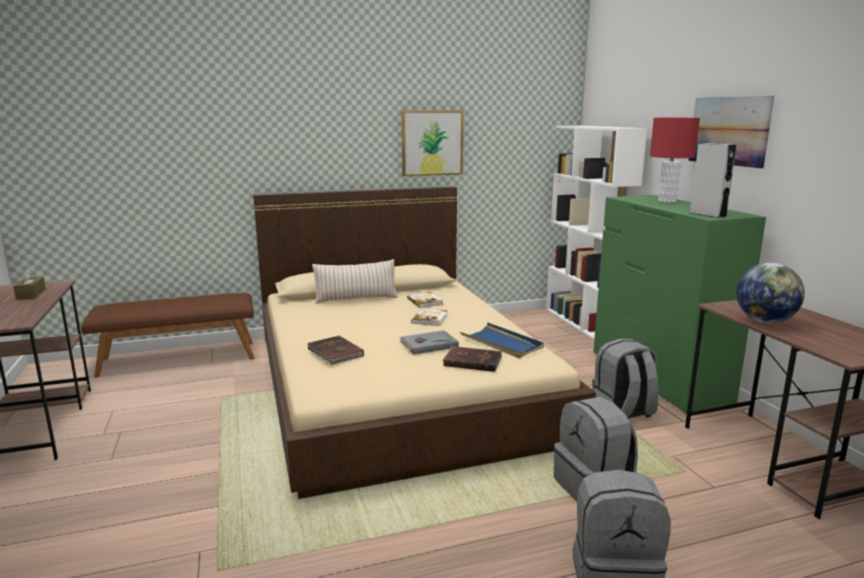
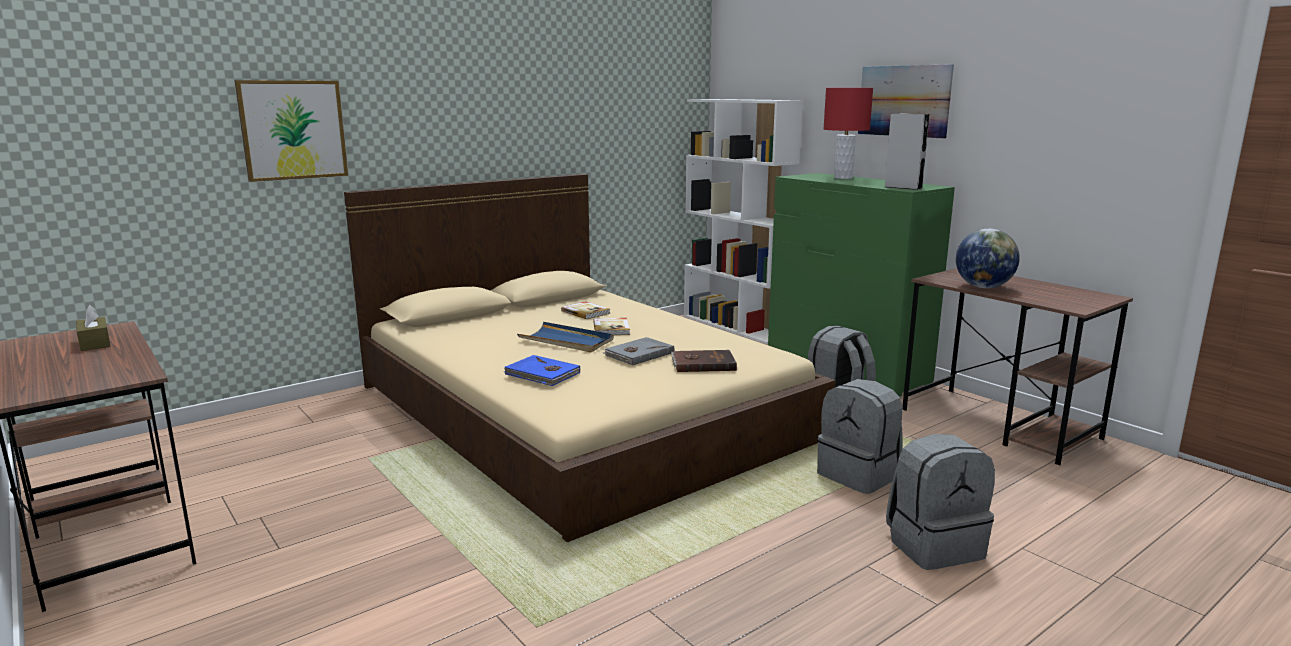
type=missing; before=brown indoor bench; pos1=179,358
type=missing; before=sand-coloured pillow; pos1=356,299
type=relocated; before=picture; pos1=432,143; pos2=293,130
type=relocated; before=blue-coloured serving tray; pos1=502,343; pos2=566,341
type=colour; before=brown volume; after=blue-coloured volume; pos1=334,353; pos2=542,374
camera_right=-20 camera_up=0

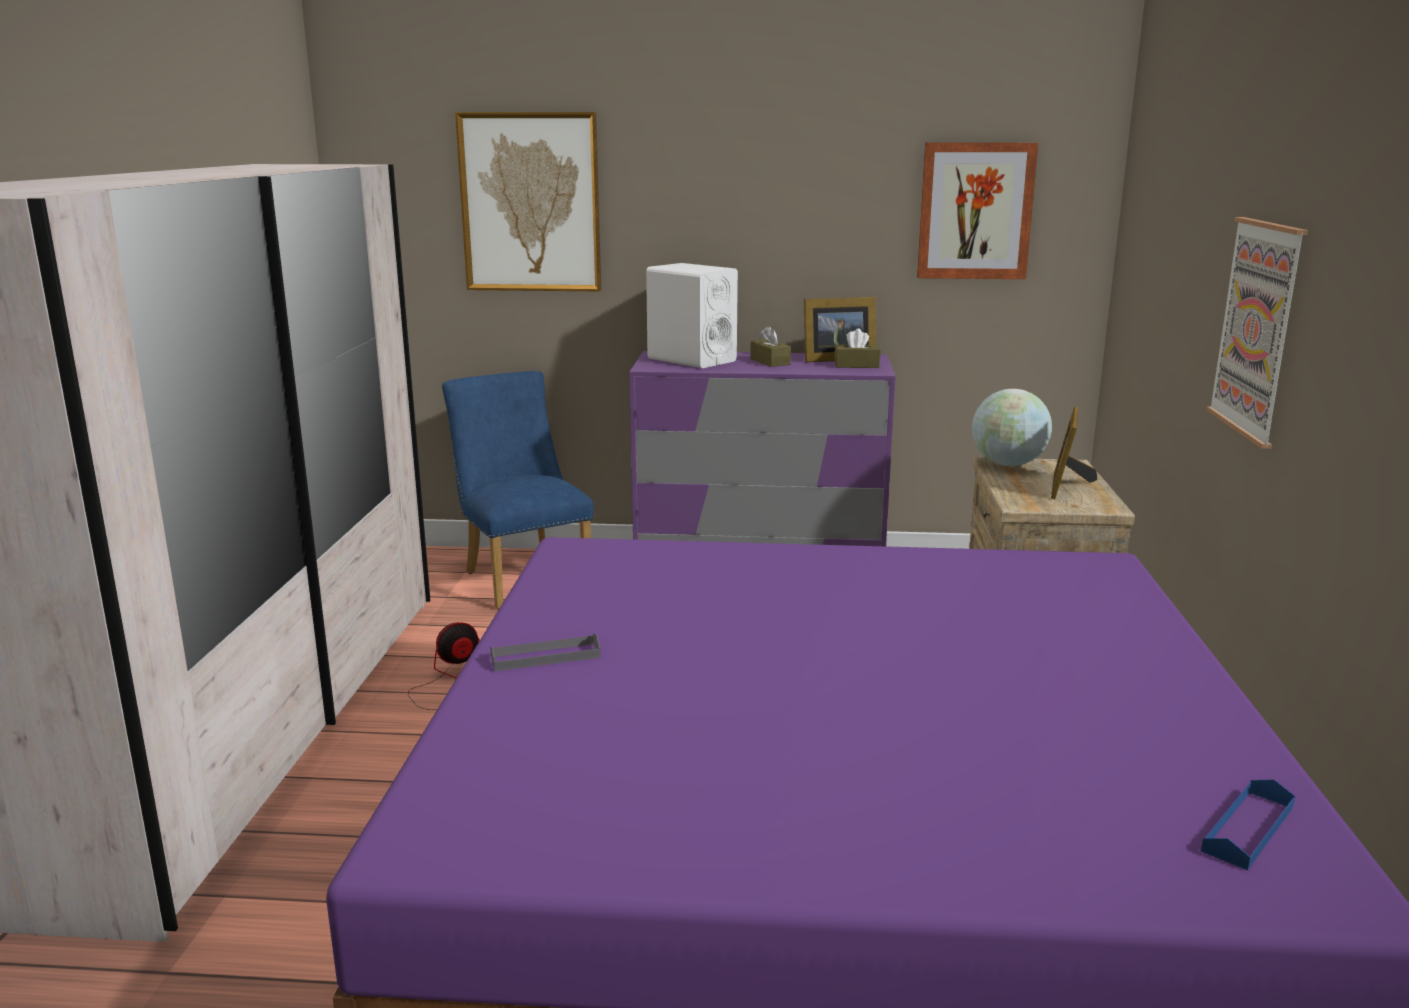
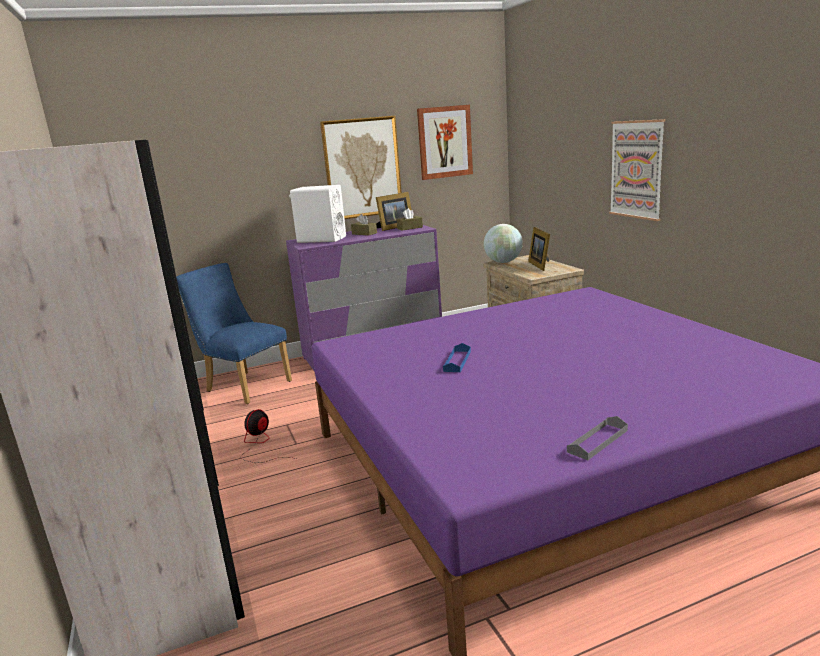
type=relocated; before=picture; pos1=530,203; pos2=362,168
type=relocated; before=grey serving tray; pos1=545,657; pos2=597,441
type=relocated; before=blue-coloured serving tray; pos1=1248,829; pos2=457,361
camera_right=-25 camera_up=0

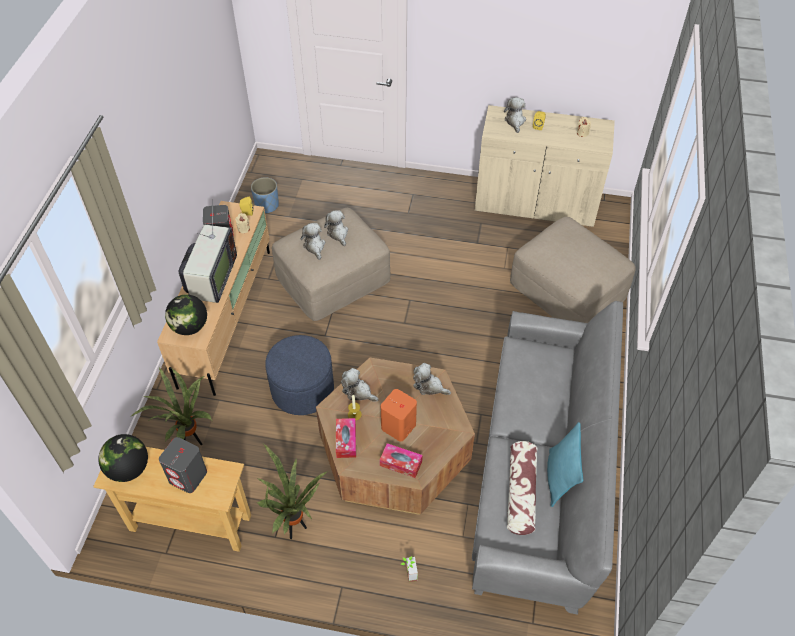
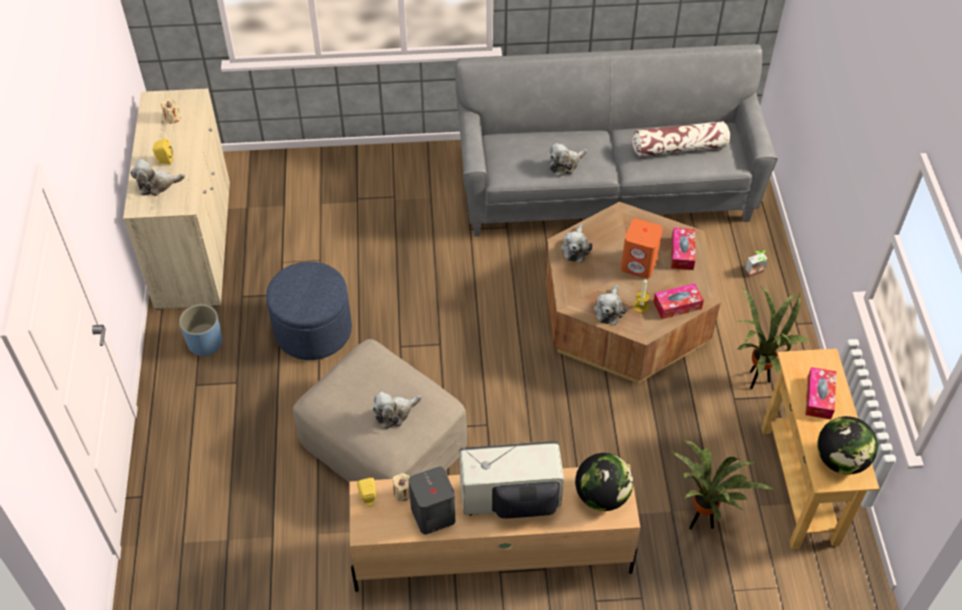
type=missing; before=sand-coloured ottoman; pos1=568,289
type=missing; before=turquoise-coloured pillow; pos1=559,478
type=relocated; before=blue-coloured flower pot; pos1=267,205; pos2=205,342
type=relocated; before=blue-coloured ottoman; pos1=302,389; pos2=313,330
type=relocated; before=plush toy; pos1=338,233; pos2=565,164
type=exchanged; before=grey speaker; after=box of tissues; pos1=188,476; pos2=819,397
camera_right=-105 camera_up=0

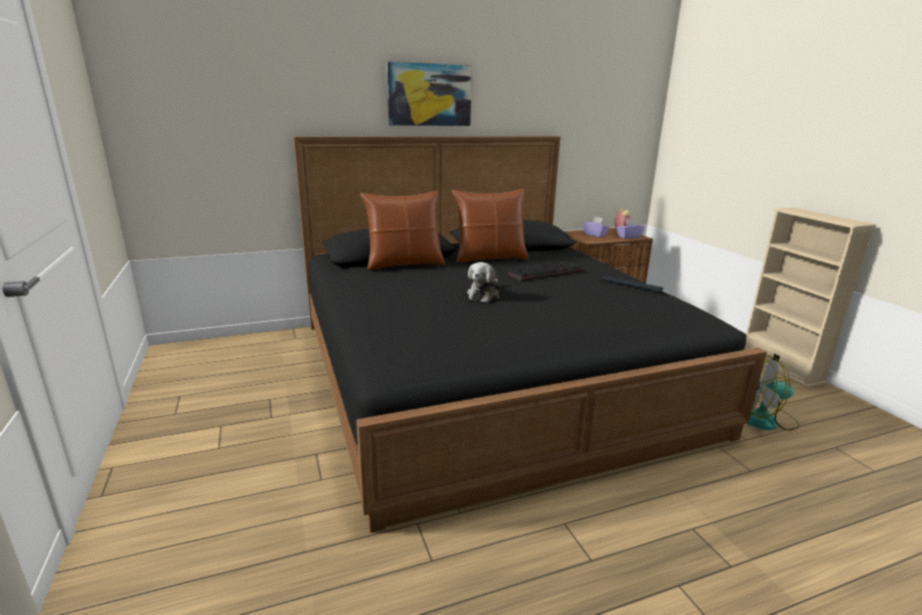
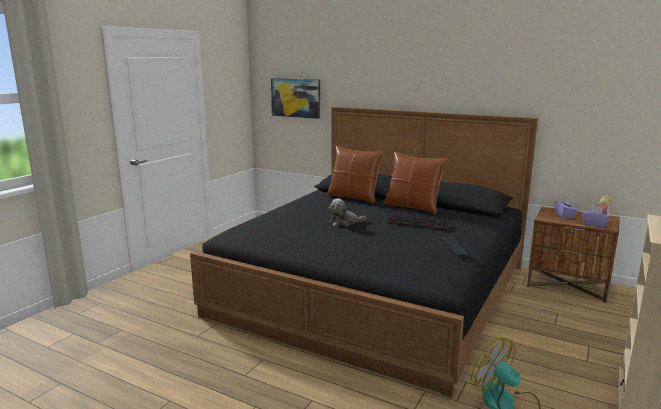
type=relocated; before=picture; pos1=429,95; pos2=296,98
camera_right=50 camera_up=-5

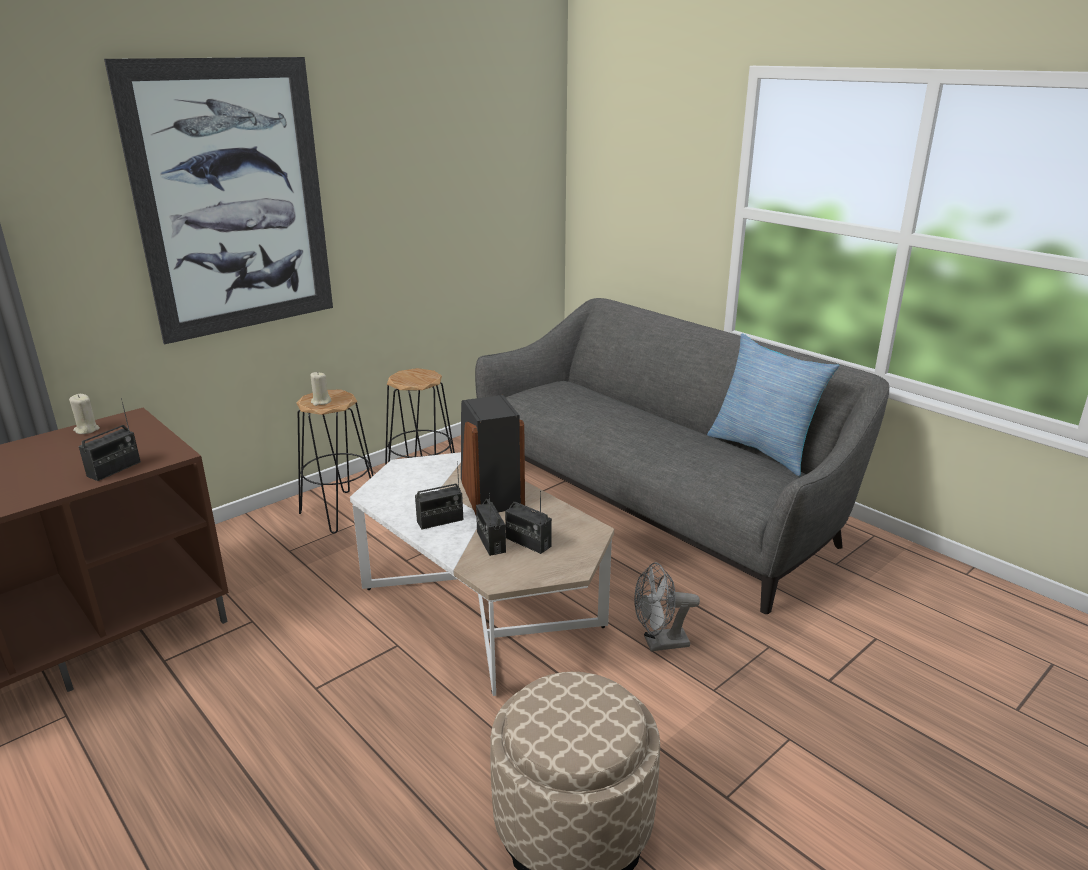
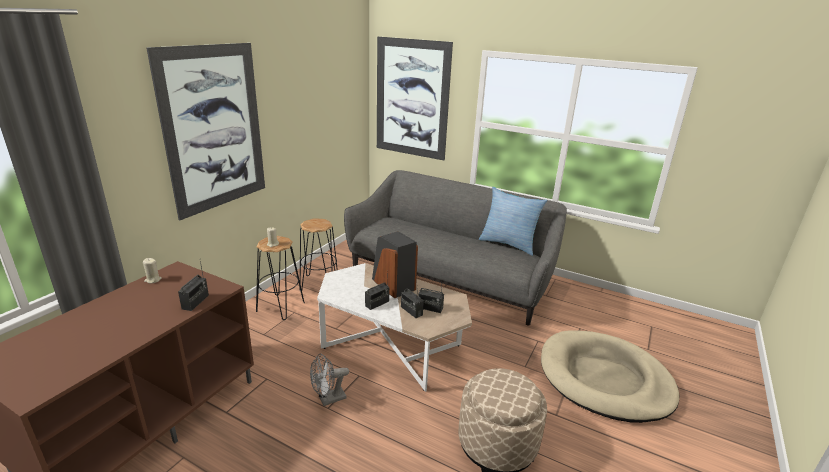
type=appeared; after=picture; pos2=411,99
type=appeared; after=sand-coloured pet bed; pos2=604,379
type=relocated; before=grey electric fan; pos1=659,643; pos2=328,399
camera_right=-20 camera_up=0

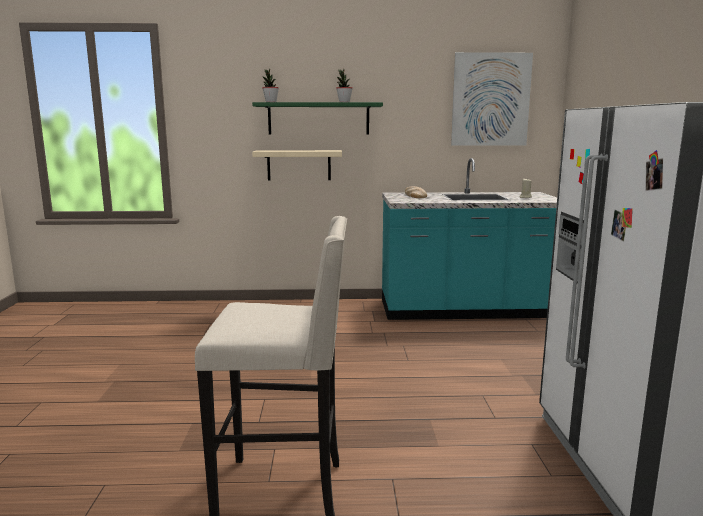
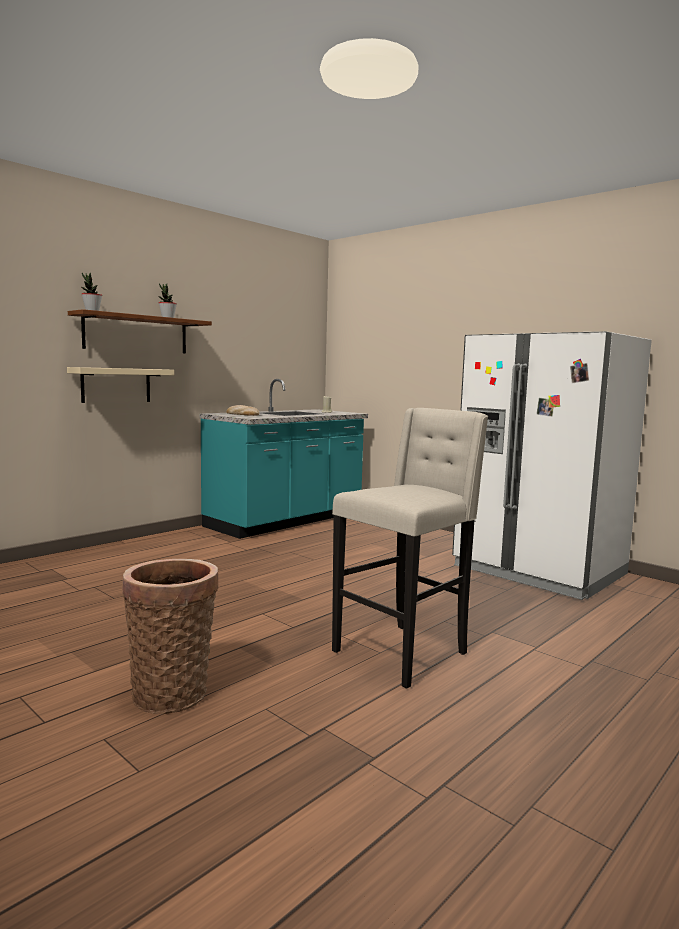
type=missing; before=picture; pos1=490,100
type=appeared; after=storage basket; pos2=172,692
type=colour; before=greenish shelf; after=brown shelf; pos1=318,118; pos2=136,334
camera_right=-45 camera_up=-5

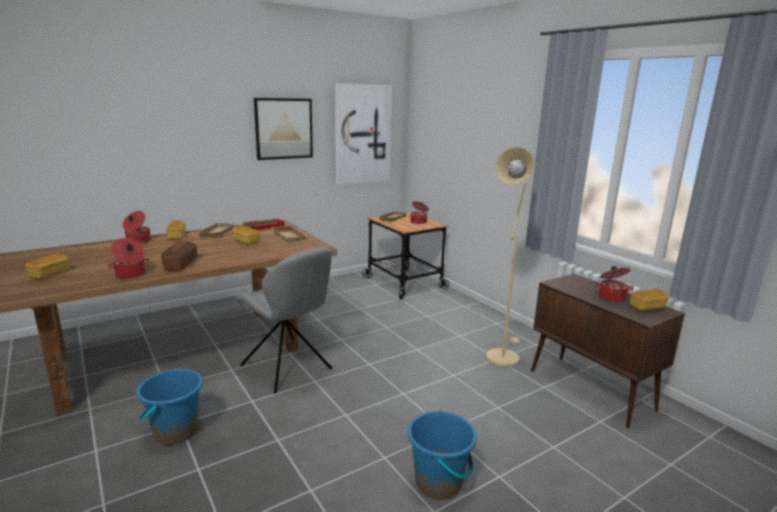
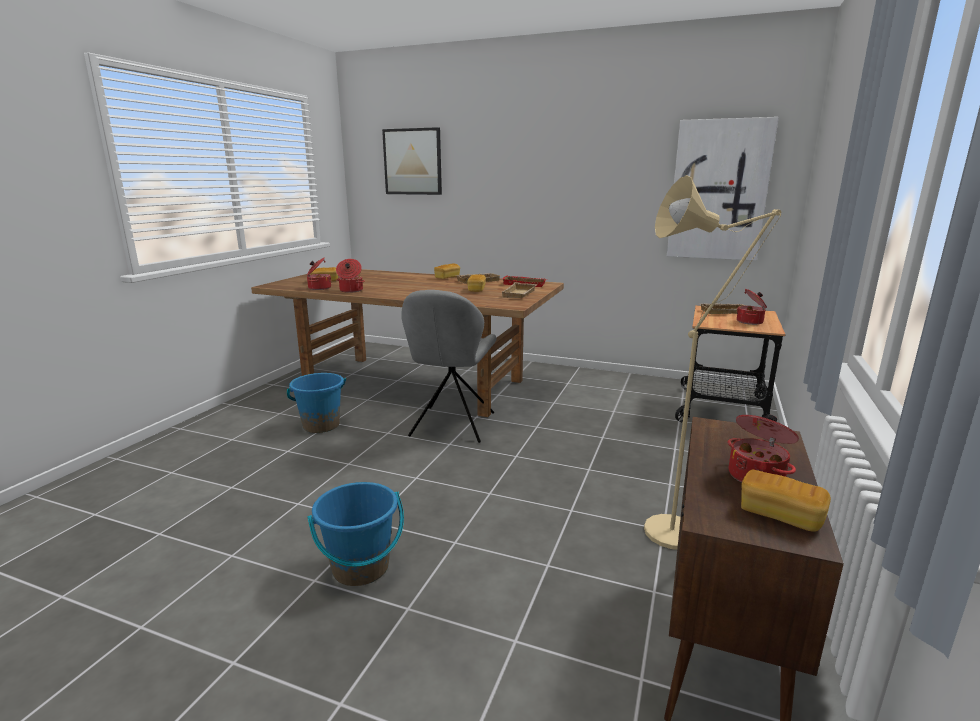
type=missing; before=baked bread; pos1=181,264
type=relocated; before=cooking pot; pos1=138,241; pos2=319,288
type=relocated; before=picture; pos1=284,128; pos2=412,162
camera_right=55 camera_up=0

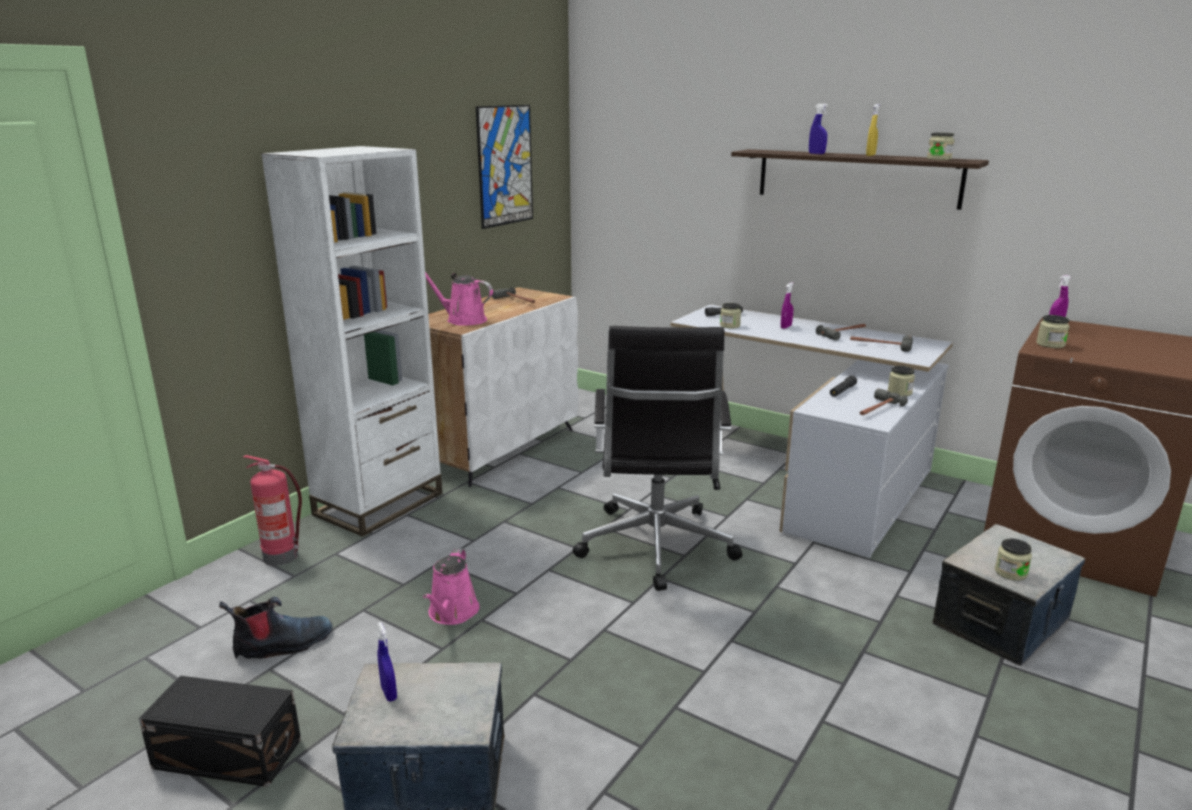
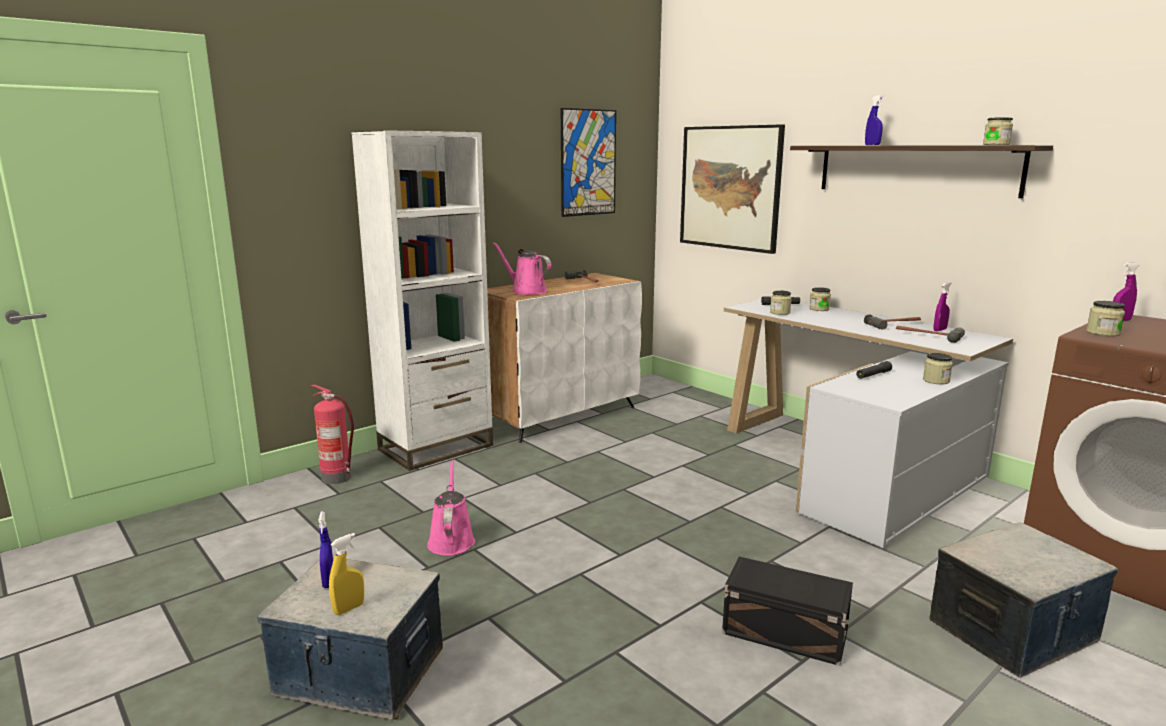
type=missing; before=tall boot; pos1=282,645
type=missing; before=blackish computer chair; pos1=655,548
type=missing; before=tool hammer; pos1=876,409
type=appeared; after=picture; pos2=730,188
type=relocated; before=blackish storage box; pos1=228,755; pos2=786,634
type=relocated; before=purple hand sprayer; pos1=786,327; pos2=940,330
type=relocated; before=yellow-coloured hand sprayer; pos1=870,155; pos2=349,608
type=relocated; before=jar; pos1=1010,572; pos2=819,309
type=spun; before=pink-coloured sprinkling can; pos1=452,613; pos2=451,540; turn=150
camera_right=15 camera_up=-5

